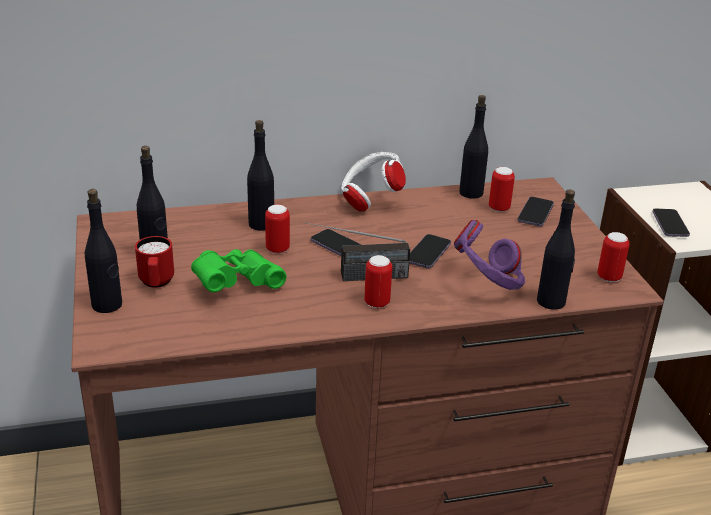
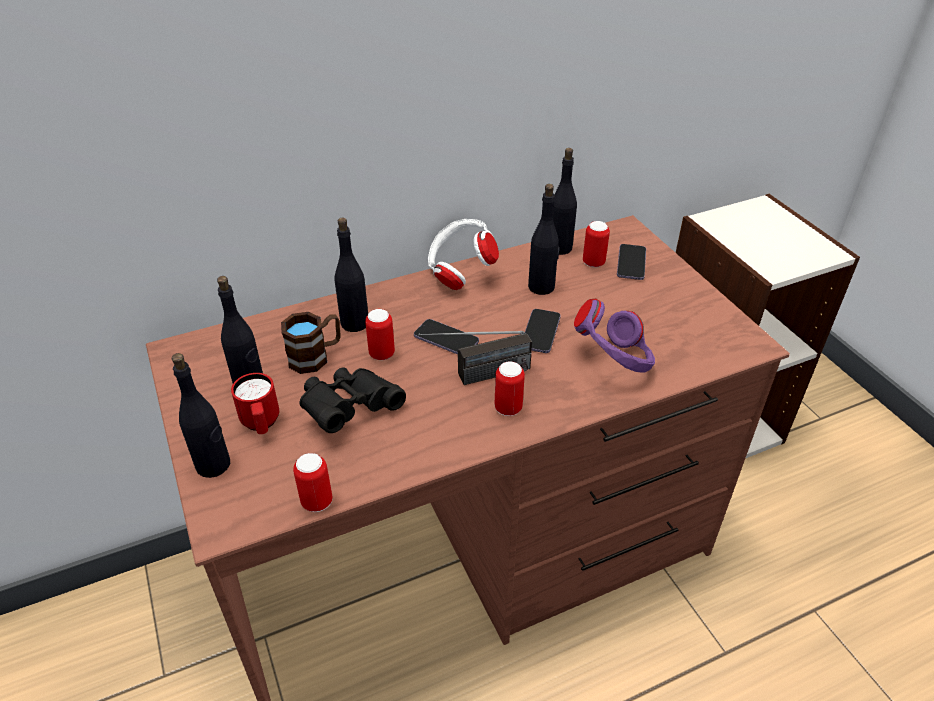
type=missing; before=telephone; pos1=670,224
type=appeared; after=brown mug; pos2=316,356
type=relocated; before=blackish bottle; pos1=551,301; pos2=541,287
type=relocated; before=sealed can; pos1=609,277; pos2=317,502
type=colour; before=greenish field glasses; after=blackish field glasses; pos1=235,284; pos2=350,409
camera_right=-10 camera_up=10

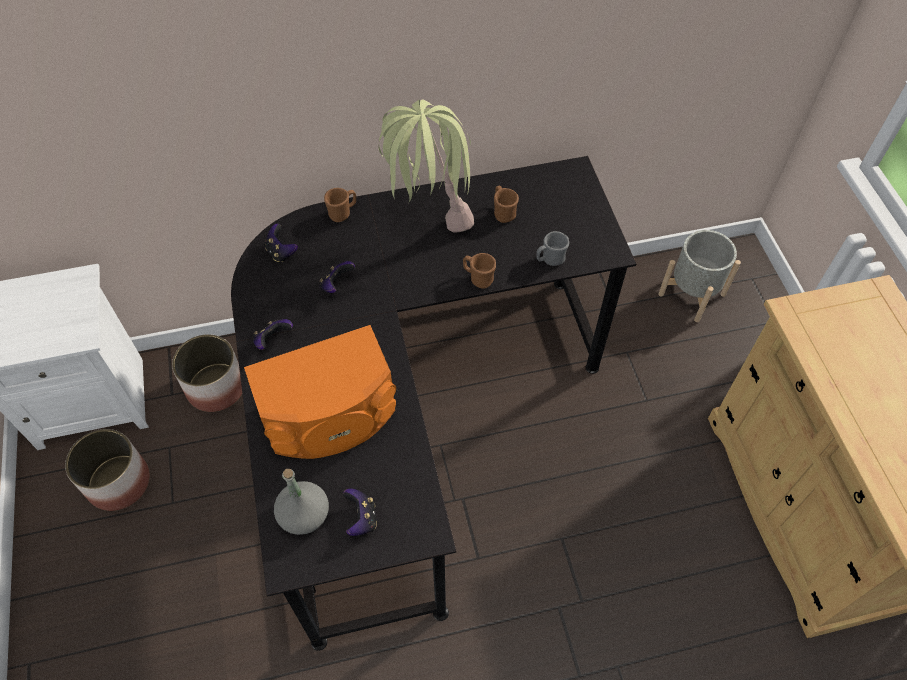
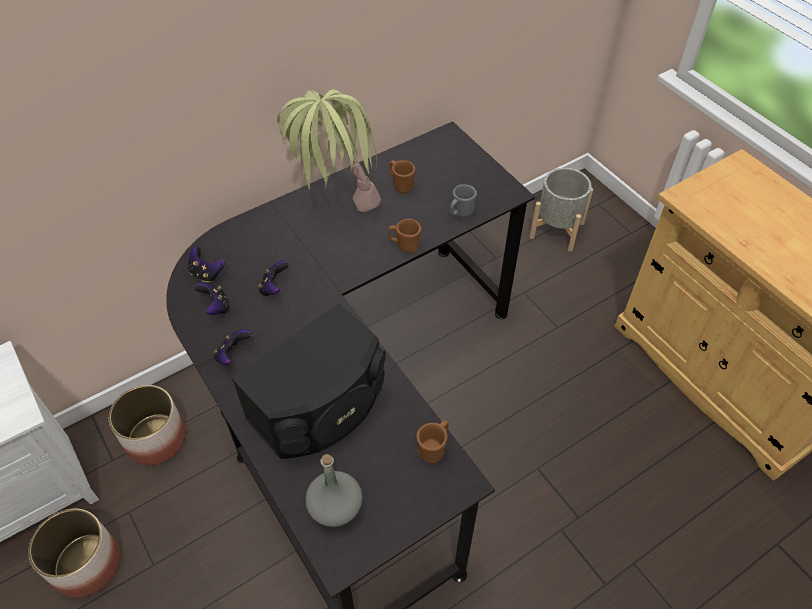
type=relocated; before=brown mug; pos1=342,213; pos2=434,448
type=relocated; before=joypad; pos1=361,518; pos2=216,307
type=colour; before=orange-coloured speaker; after=blackish speaker; pos1=330,417; pos2=321,407
camera_right=-20 camera_up=-5

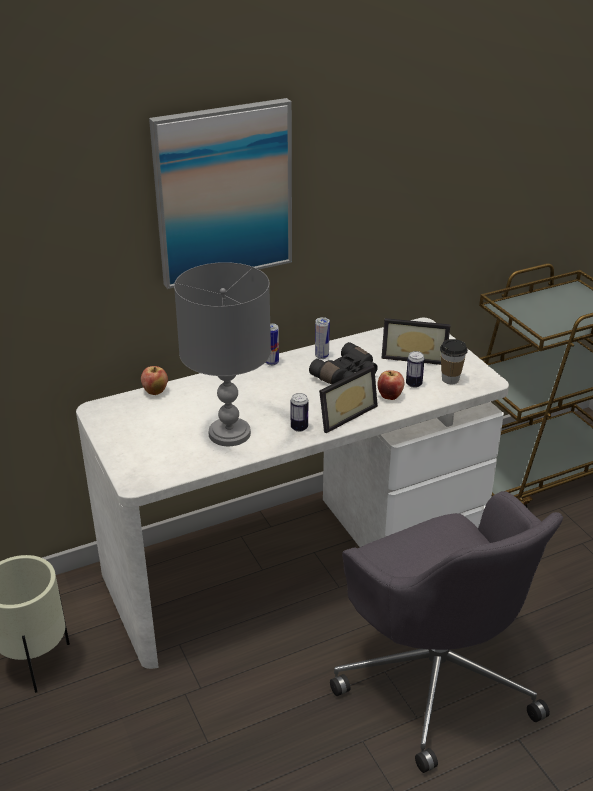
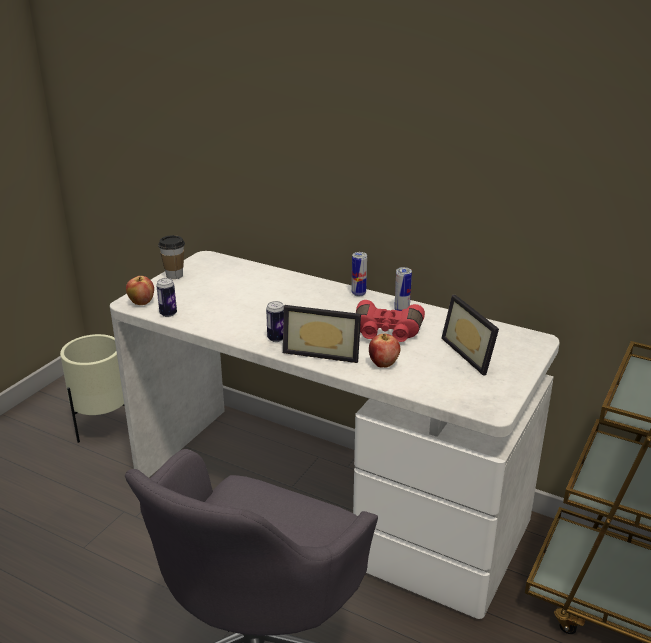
type=missing; before=picture; pos1=223,193
type=missing; before=grey table lamp; pos1=228,433
type=relocated; before=apple; pos1=155,392; pos2=141,302
type=relocated; before=sealed can; pos1=414,384; pos2=168,314
type=relocated; before=drinking cup; pos1=450,379; pos2=174,275
type=colour; before=blackish field glasses; after=red-coloured field glasses; pos1=347,376; pos2=387,332
camera_right=55 camera_up=-5

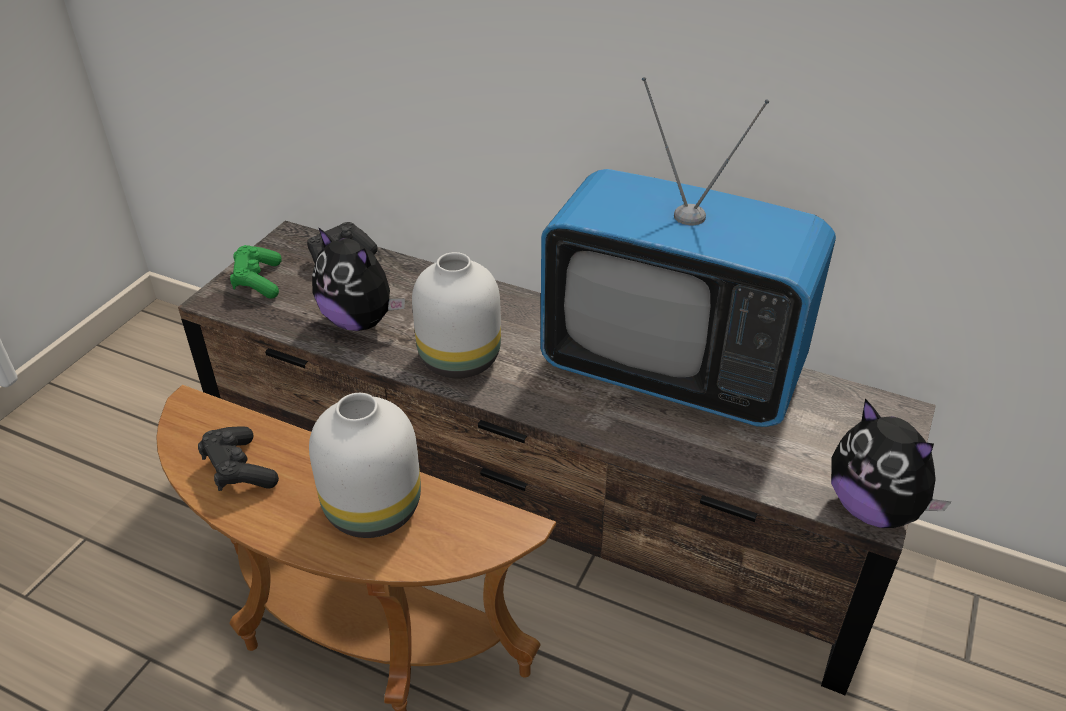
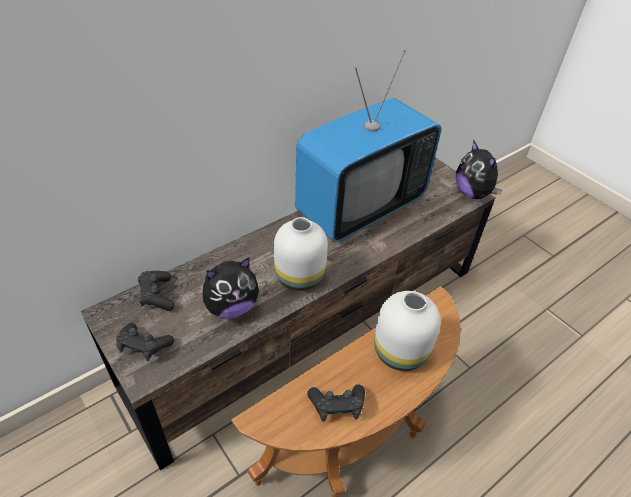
type=colour; before=greenish joypad; after=blackish joypad; pos1=258,282; pos2=144,346
type=spun; before=plush toy; pos1=874,508; pos2=472,193; turn=75
camera_right=-65 camera_up=5

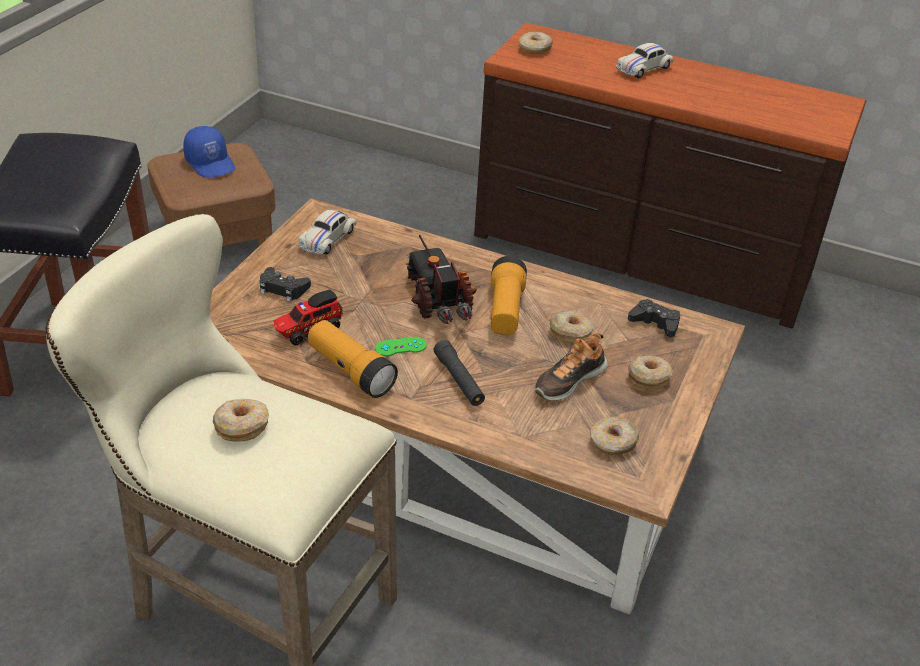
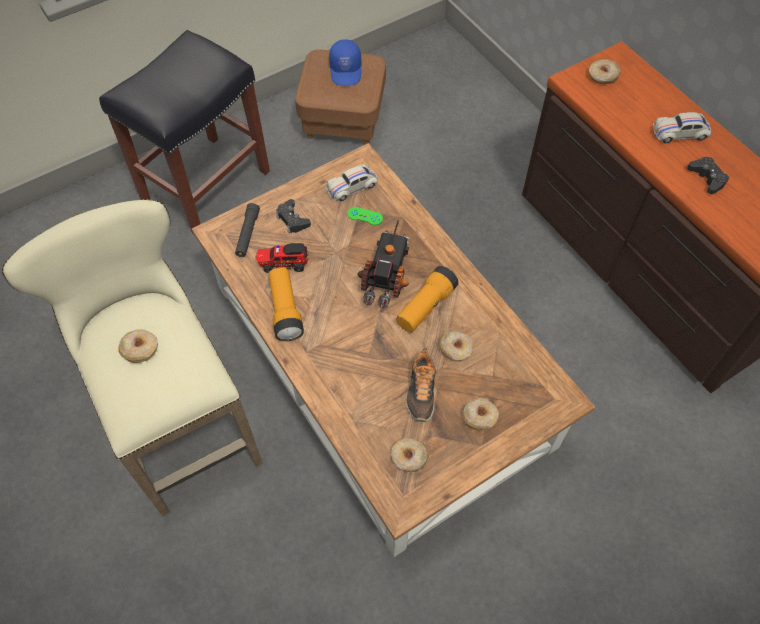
type=relocated; before=greenish joypad; pos1=400,347; pos2=365,216
type=relocated; before=blackish hand torch; pos1=459,380; pos2=247,234
type=relocated; before=blackish joypad; pos1=655,323; pos2=707,178
type=spun; before=shoe; pos1=569,380; pos2=421,390; turn=-75
camera_right=35 camera_up=20

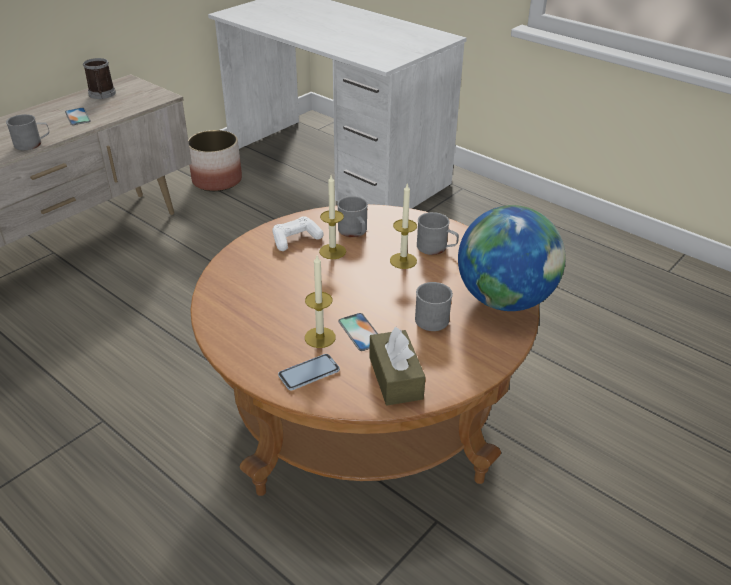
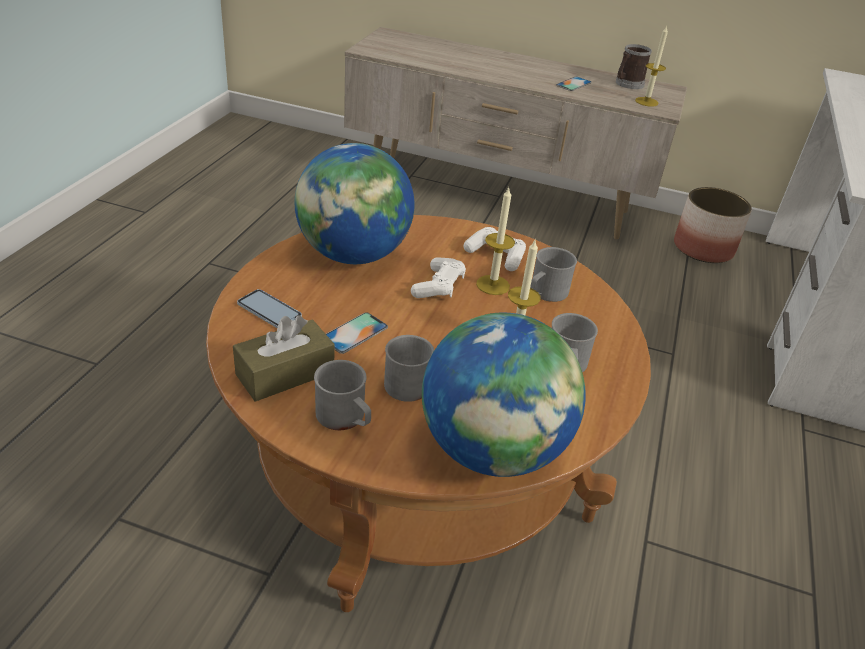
type=appeared; after=globe; pos2=353,255
type=appeared; after=whitish joypad; pos2=439,286
type=relocated; before=grey mug; pos1=32,144; pos2=345,418
type=relocated; before=wax light; pos1=320,337; pos2=646,102
camera_right=65 camera_up=0

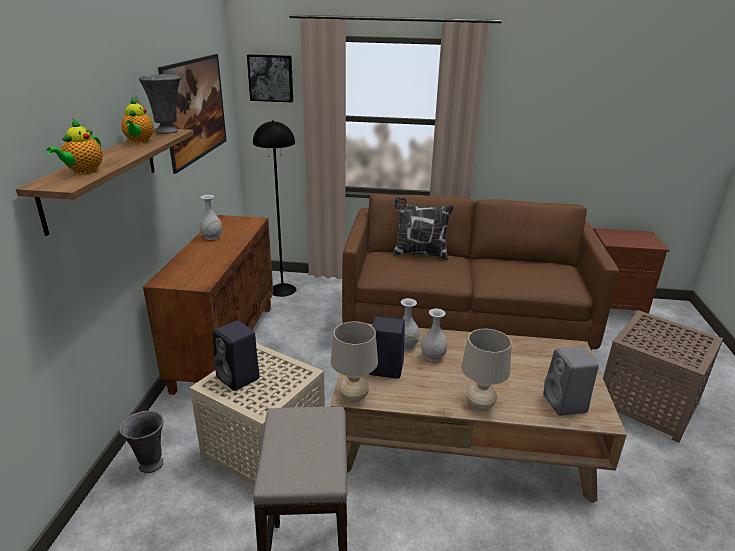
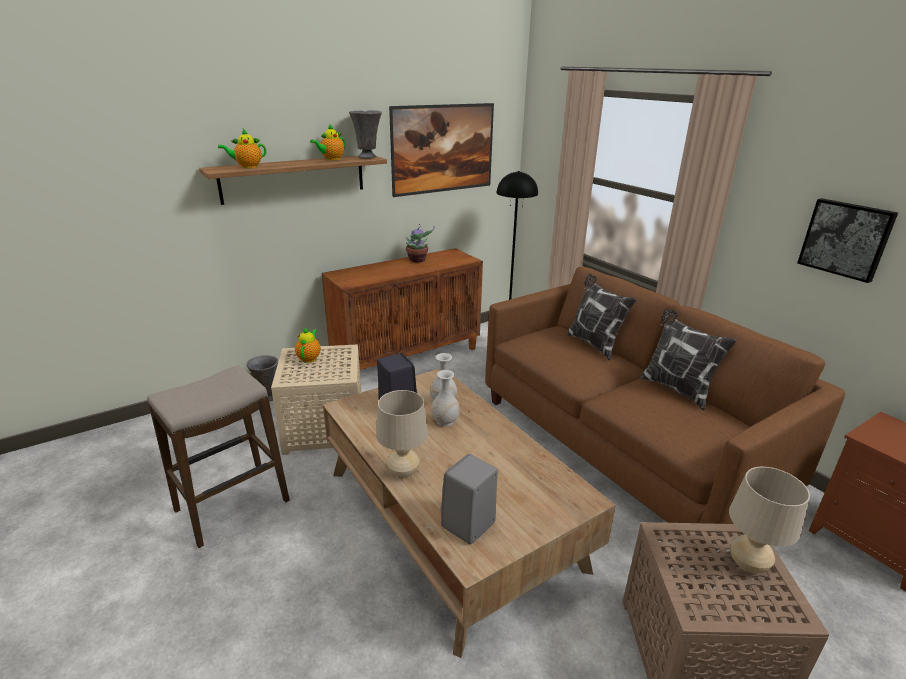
type=appeared; after=pillow; pos2=676,389
type=relocated; before=picture; pos1=271,78; pos2=846,239
type=relocated; before=sand-coloured table lamp; pos1=354,397; pos2=748,564
type=exchanged; before=whitish vase; after=plant in a pot; pos1=212,237; pos2=417,260
type=exchanged; before=blackish speaker; after=pot for tea; pos1=239,378; pos2=309,358
camera_right=50 camera_up=0

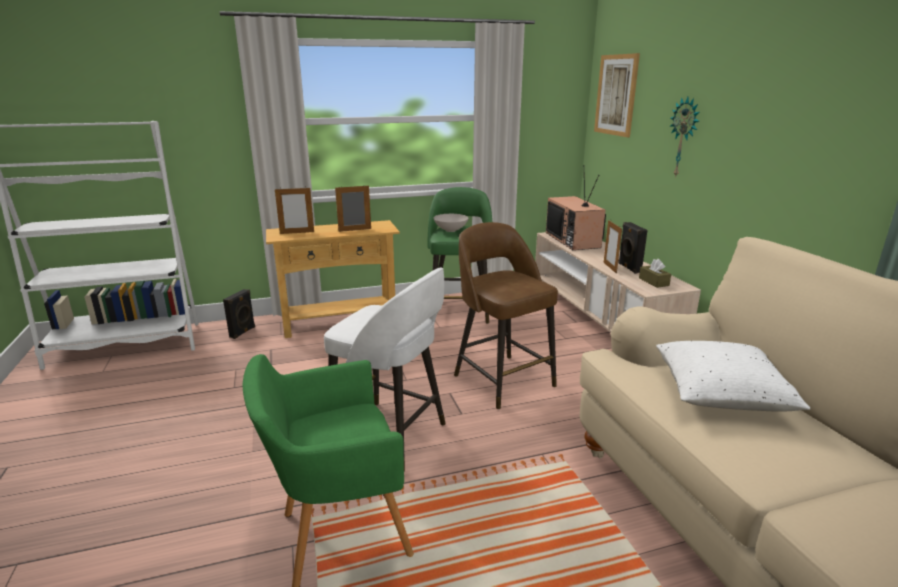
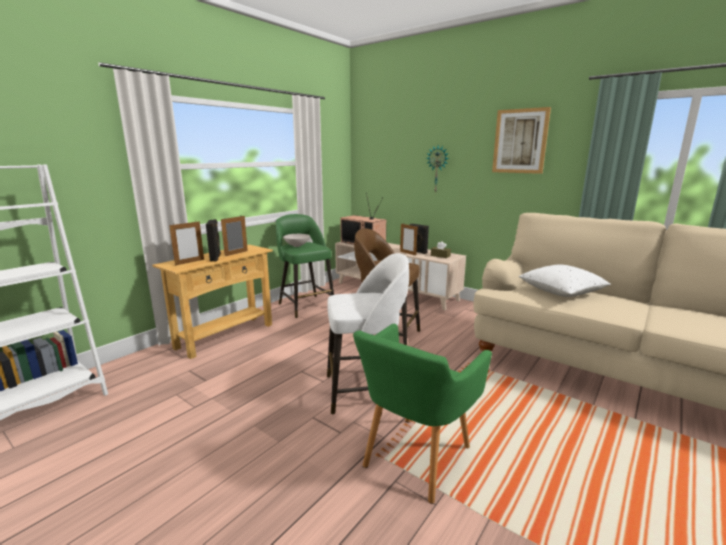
type=relocated; before=blackish speaker; pos1=243,332; pos2=216,258
type=relocated; before=picture; pos1=616,95; pos2=520,141
camera_right=-35 camera_up=-5

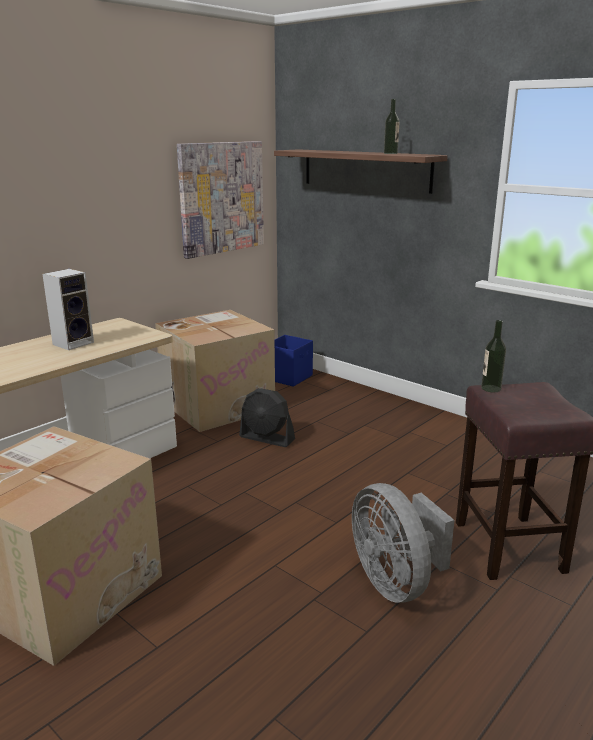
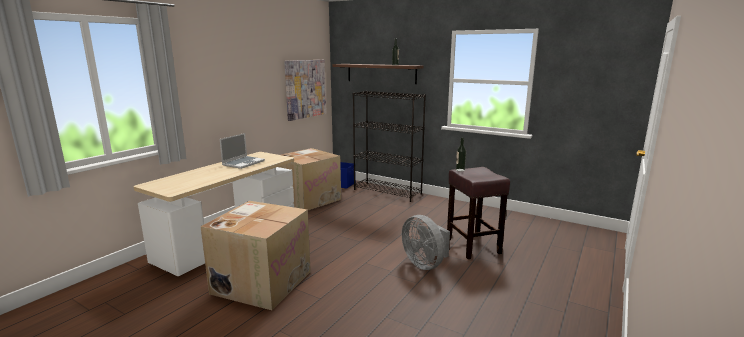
type=missing; before=blackish electric fan; pos1=267,438
type=appeared; after=blackish bookcase; pos2=388,192
type=exchanged; before=speaker; after=laptop; pos1=74,343; pos2=243,163
camera_right=-10 camera_up=-5

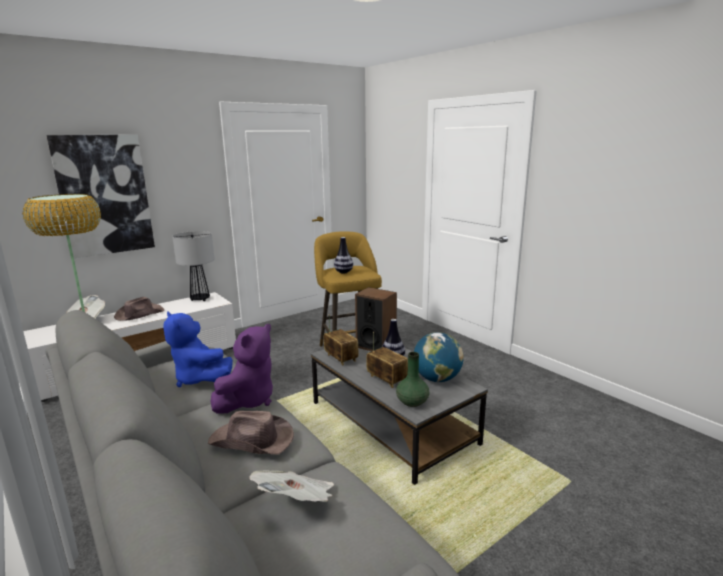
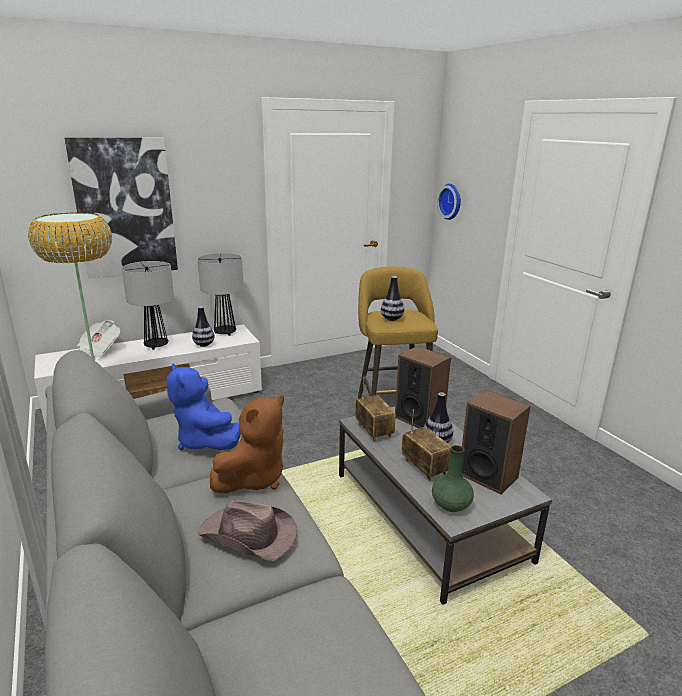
type=missing; before=printed paper; pos1=297,502
type=appeared; after=vase; pos2=204,345
type=appeared; after=clock on the wall; pos2=451,201
type=exchanged; before=brown hat; after=table lamp; pos1=139,314; pos2=156,345
type=exchanged; before=globe; after=speaker; pos1=437,379; pos2=488,475
type=colour; before=purple plush toy; after=brown plush toy; pos1=248,400; pos2=254,478
camera_right=10 camera_up=5

